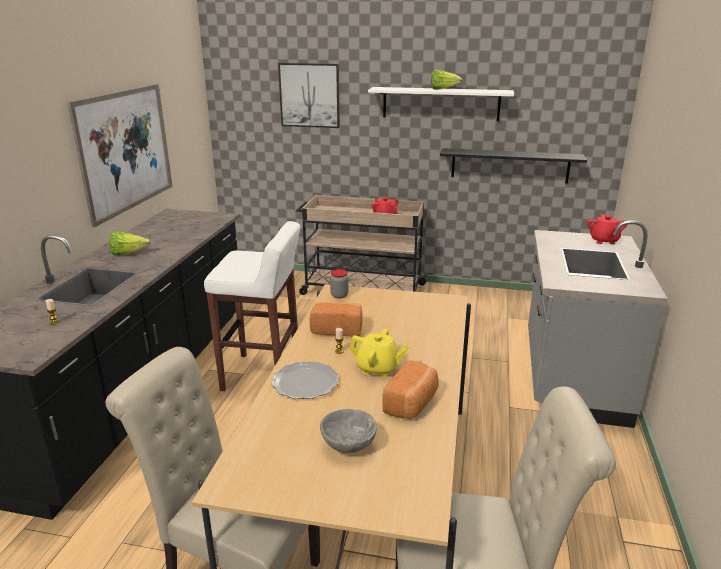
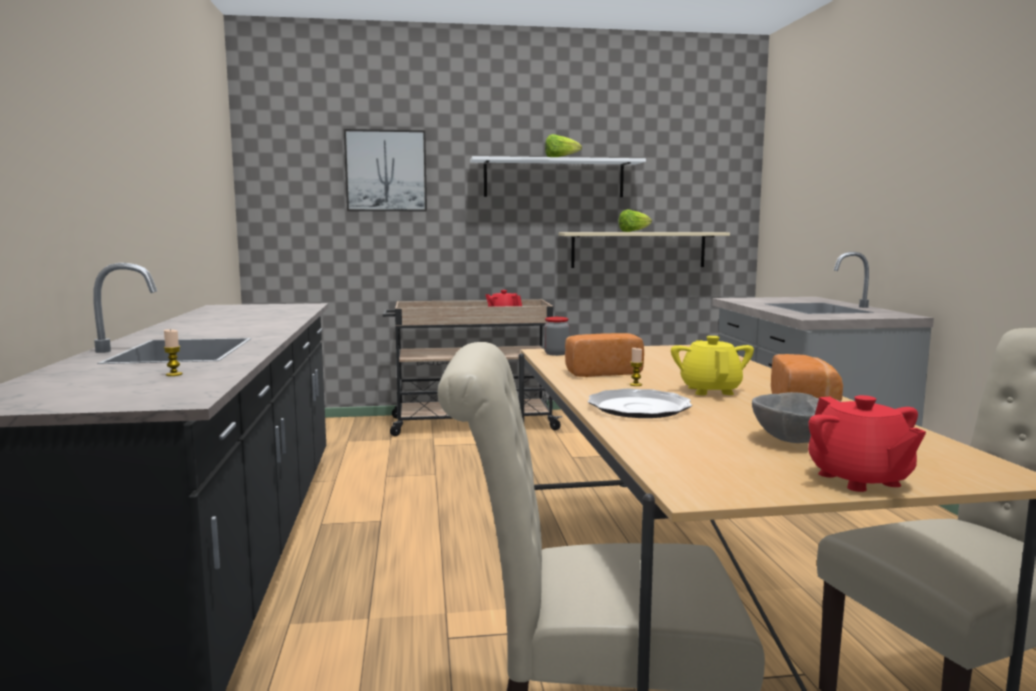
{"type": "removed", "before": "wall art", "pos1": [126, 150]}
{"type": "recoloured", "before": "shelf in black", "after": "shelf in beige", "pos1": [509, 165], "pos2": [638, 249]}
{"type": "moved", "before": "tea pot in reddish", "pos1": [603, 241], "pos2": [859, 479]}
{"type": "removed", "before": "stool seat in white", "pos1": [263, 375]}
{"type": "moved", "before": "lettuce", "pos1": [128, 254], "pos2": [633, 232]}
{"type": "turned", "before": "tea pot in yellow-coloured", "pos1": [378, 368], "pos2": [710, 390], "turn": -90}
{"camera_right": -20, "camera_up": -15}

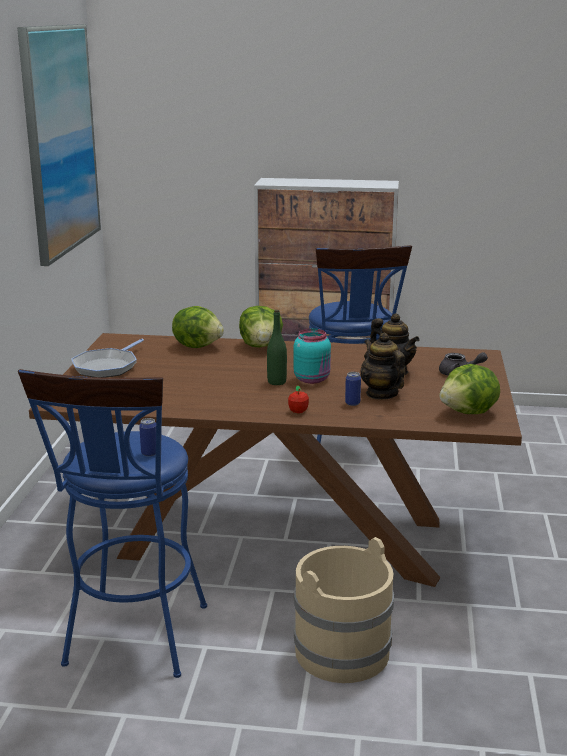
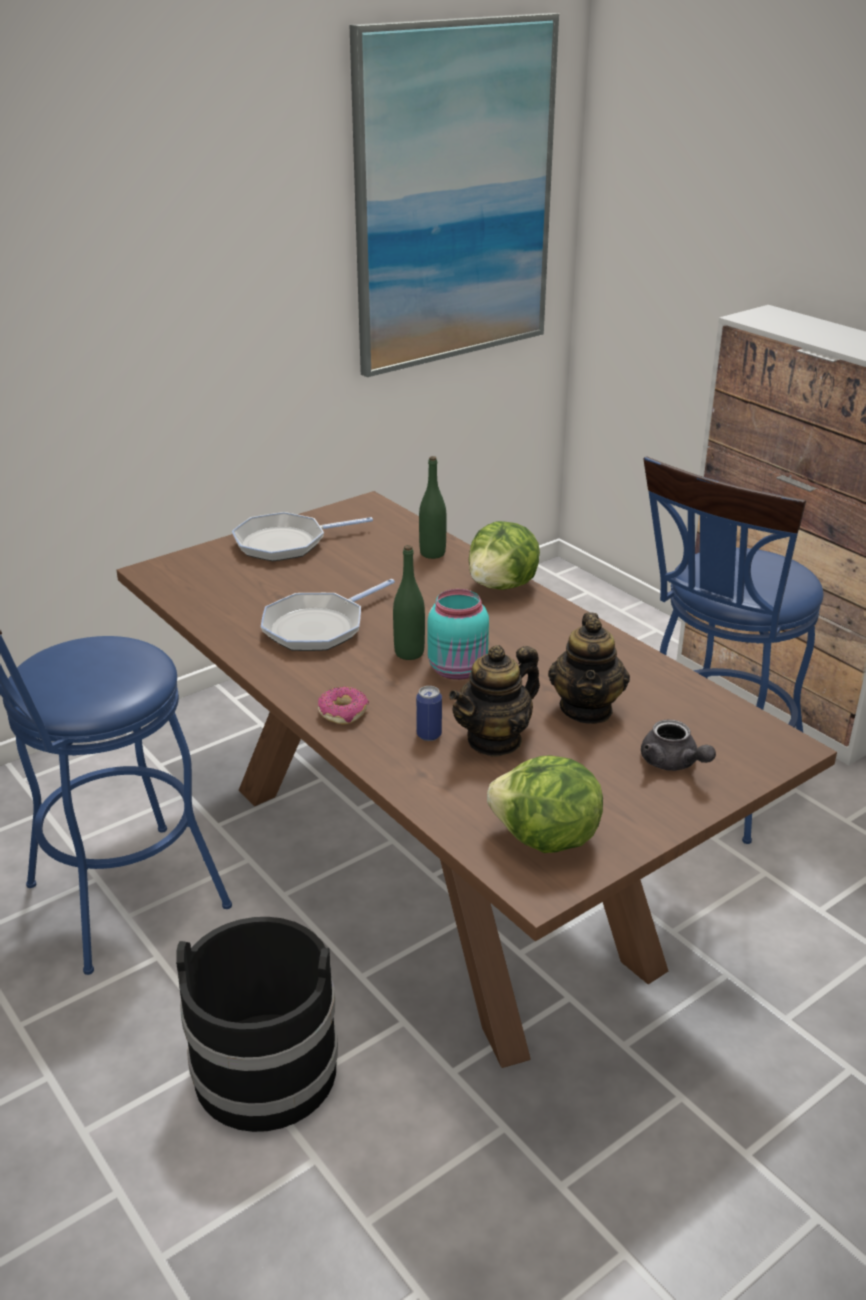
{"type": "replaced", "before": "lettuce", "after": "drink bottle in green-coloured", "pos1": [198, 346], "pos2": [432, 553]}
{"type": "turned", "before": "tea pot", "pos1": [381, 394], "pos2": [494, 740], "turn": -150}
{"type": "replaced", "before": "apple", "after": "donut", "pos1": [298, 411], "pos2": [343, 712]}
{"type": "removed", "before": "can", "pos1": [149, 453]}
{"type": "recoloured", "before": "water bucket in beige", "after": "water bucket in black", "pos1": [342, 651], "pos2": [267, 1070]}
{"type": "added", "after": "pan", "pos2": [318, 627]}
{"camera_right": 45, "camera_up": 10}

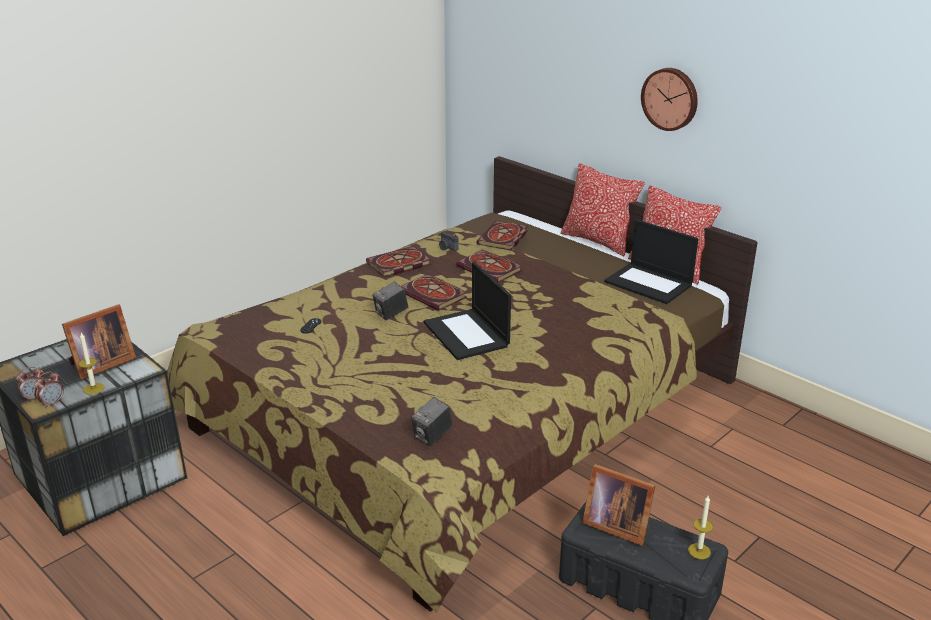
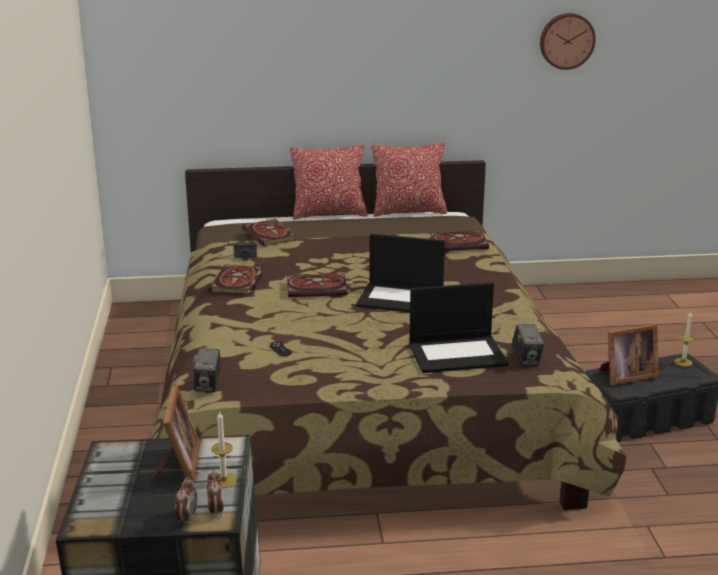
{"type": "moved", "before": "wall clock", "pos1": [670, 98], "pos2": [566, 40]}
{"type": "moved", "before": "laptop", "pos1": [649, 283], "pos2": [458, 354]}
{"type": "moved", "before": "bound book", "pos1": [491, 269], "pos2": [459, 243]}
{"type": "moved", "before": "still camera", "pos1": [391, 314], "pos2": [208, 386]}
{"camera_right": -50, "camera_up": -5}

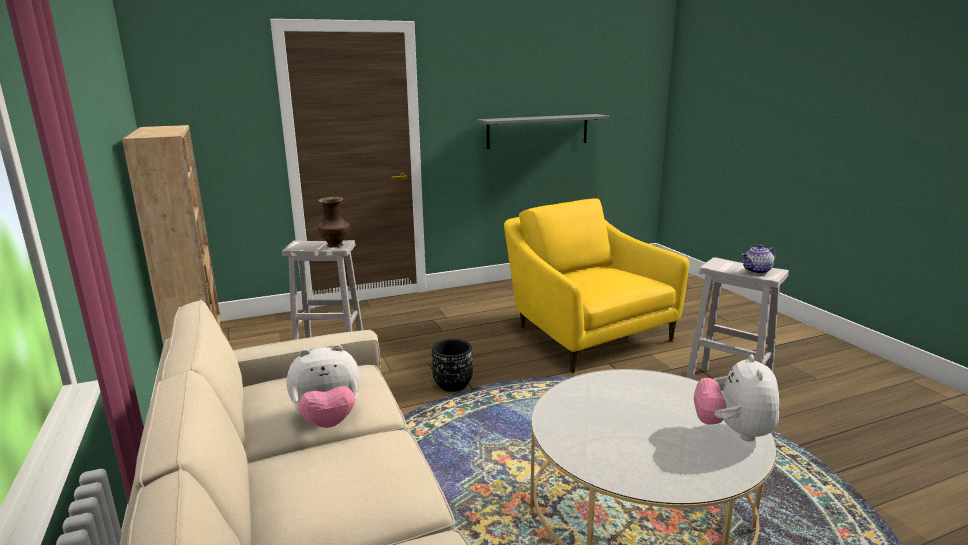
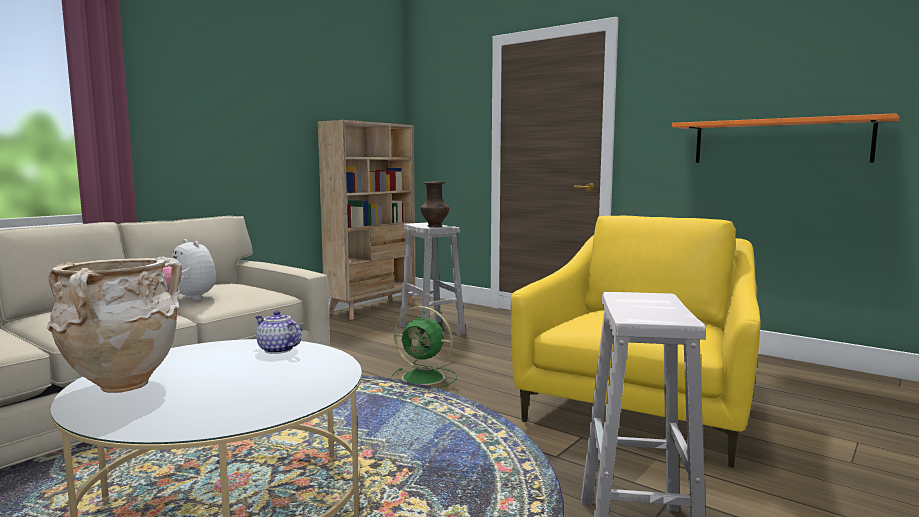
{"type": "recoloured", "before": "shelf in gray", "after": "shelf in orangey", "pos1": [538, 131], "pos2": [779, 141]}
{"type": "moved", "before": "tea pot", "pos1": [757, 271], "pos2": [277, 350]}
{"type": "replaced", "before": "planter in black", "after": "electric fan in green-coloured", "pos1": [453, 384], "pos2": [425, 378]}
{"type": "removed", "before": "cuddly toy", "pos1": [733, 432]}
{"type": "added", "after": "decorative vase in beige", "pos2": [121, 387]}
{"camera_right": 60, "camera_up": -10}

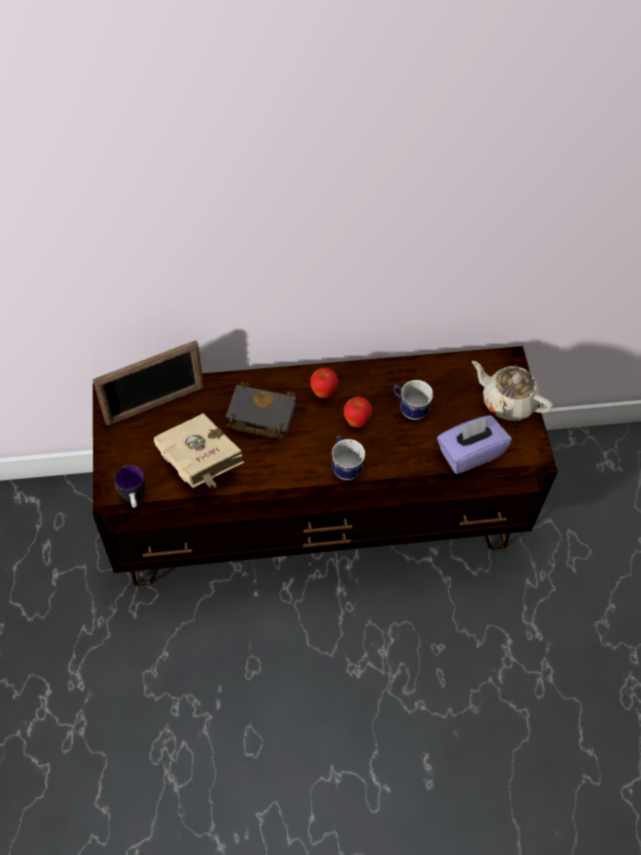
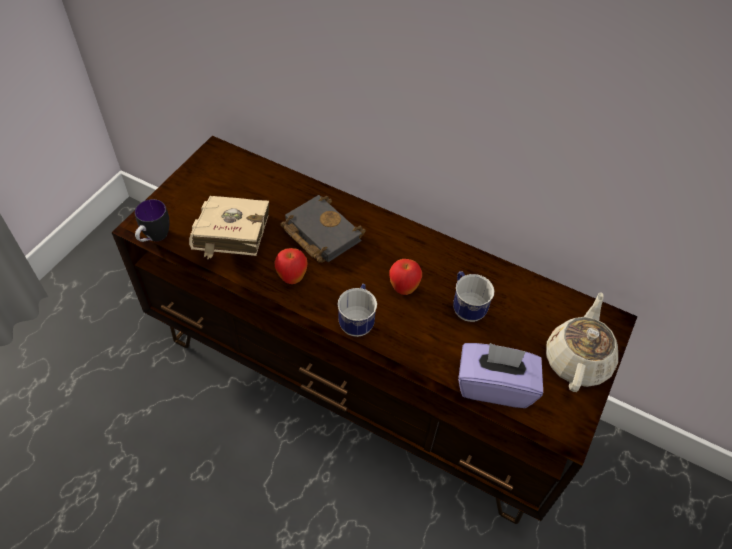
{"type": "removed", "before": "photo frame", "pos1": [155, 405]}
{"type": "turned", "before": "tea pot in beige", "pos1": [507, 401], "pos2": [577, 359], "turn": 45}
{"type": "moved", "before": "apple", "pos1": [323, 393], "pos2": [292, 278]}
{"camera_right": 35, "camera_up": -5}

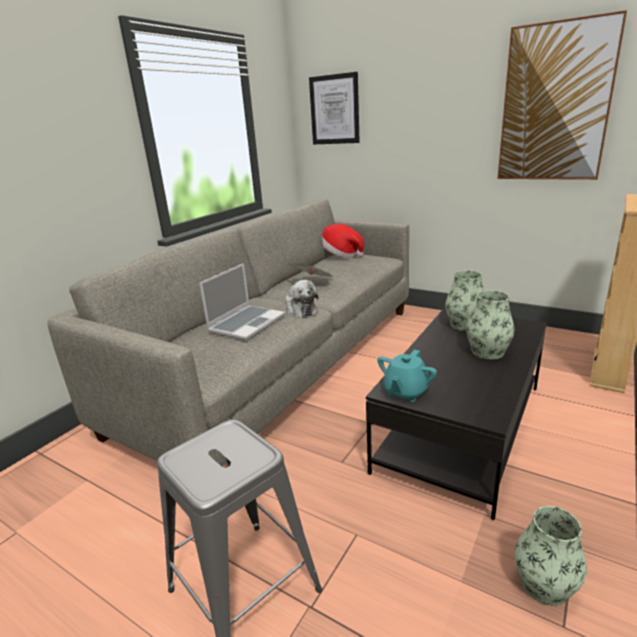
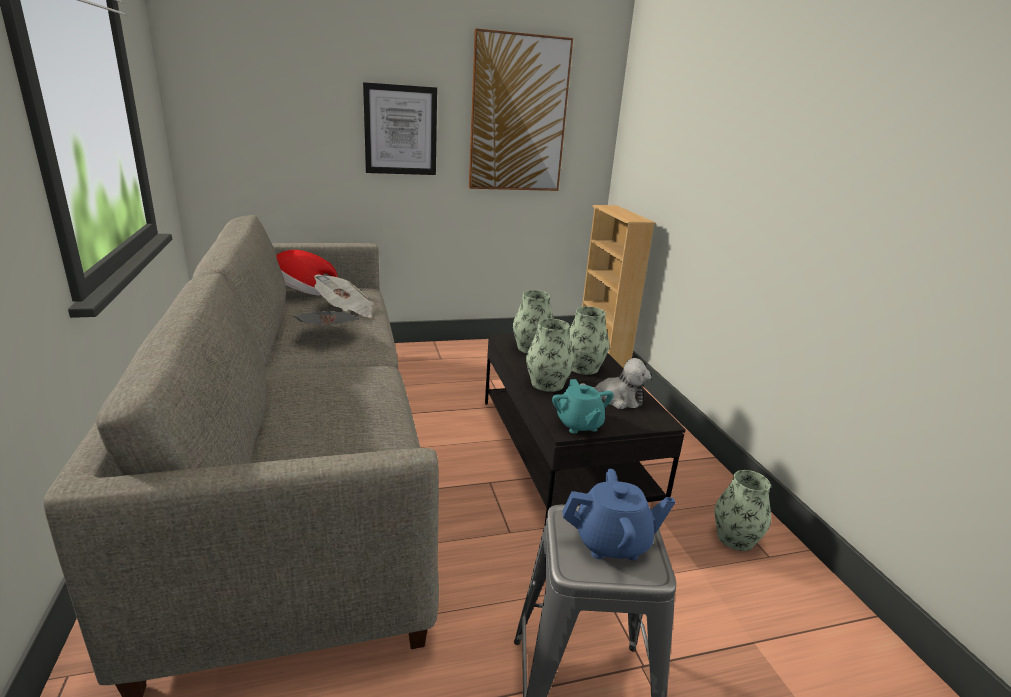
{"type": "moved", "before": "wall art", "pos1": [334, 110], "pos2": [400, 130]}
{"type": "removed", "before": "laptop", "pos1": [247, 323]}
{"type": "moved", "before": "cuddly toy", "pos1": [300, 310], "pos2": [616, 398]}
{"type": "added", "after": "daily paper", "pos2": [346, 311]}
{"type": "added", "after": "decorative vase", "pos2": [547, 384]}
{"type": "added", "after": "tea pot in blue-coloured", "pos2": [612, 543]}
{"camera_right": -50, "camera_up": 0}

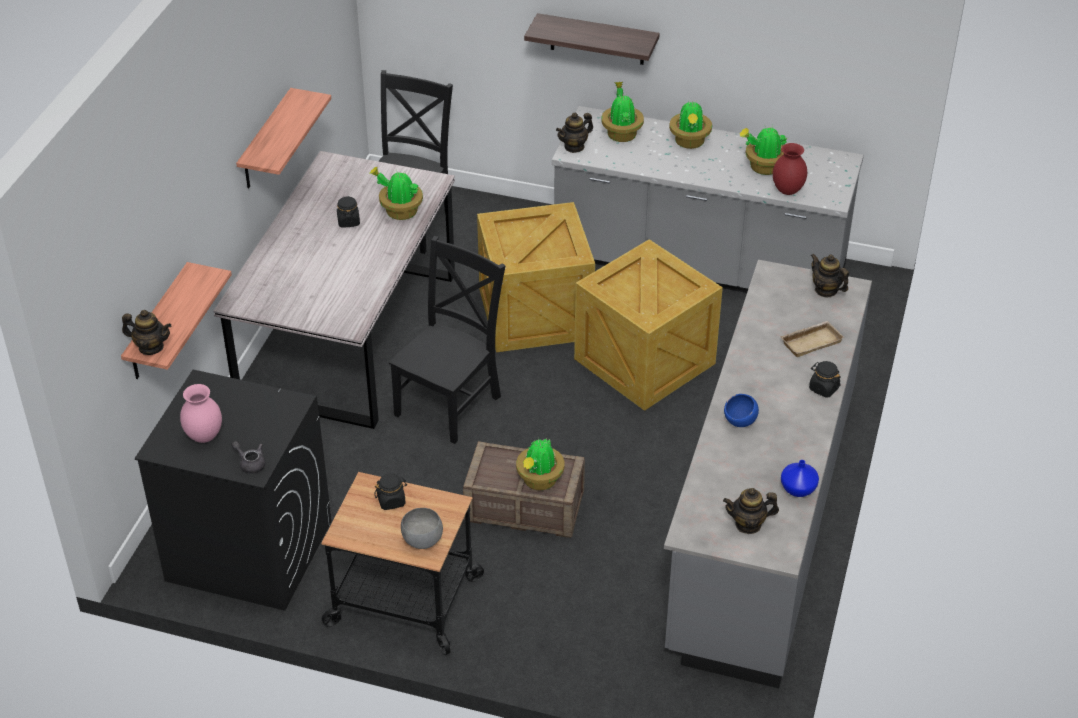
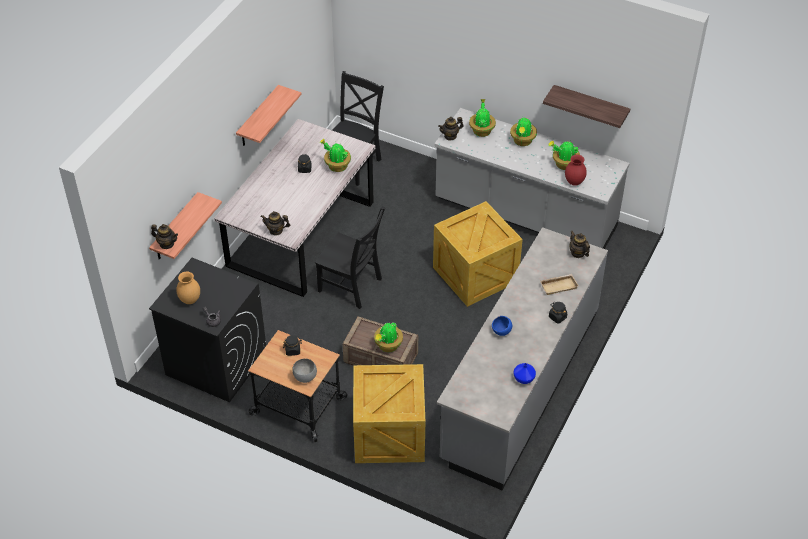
{"type": "moved", "before": "shelf", "pos1": [597, 39], "pos2": [590, 106]}
{"type": "moved", "before": "packing crate", "pos1": [534, 315], "pos2": [388, 435]}
{"type": "turned", "before": "plain chair in black", "pos1": [450, 403], "pos2": [352, 286], "turn": 75}
{"type": "recoloured", "before": "decorative vase in pinkish", "after": "decorative vase in brown-coloured", "pos1": [205, 436], "pos2": [190, 300]}
{"type": "moved", "before": "tea pot", "pos1": [748, 524], "pos2": [276, 230]}
{"camera_right": 10, "camera_up": 5}

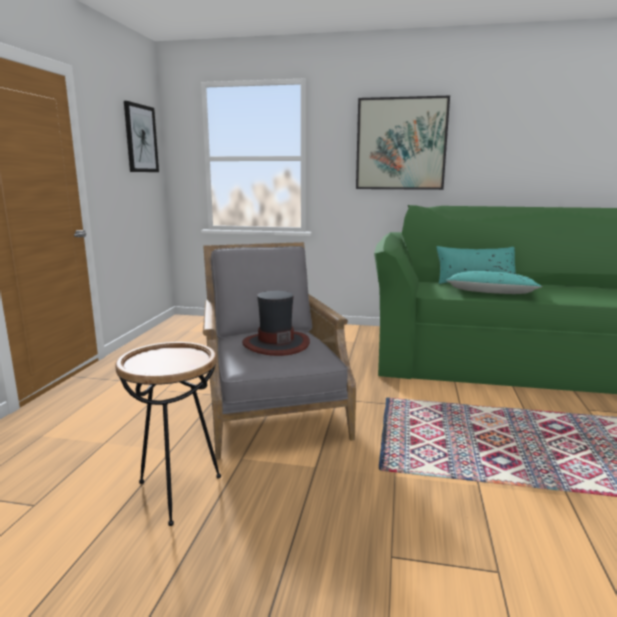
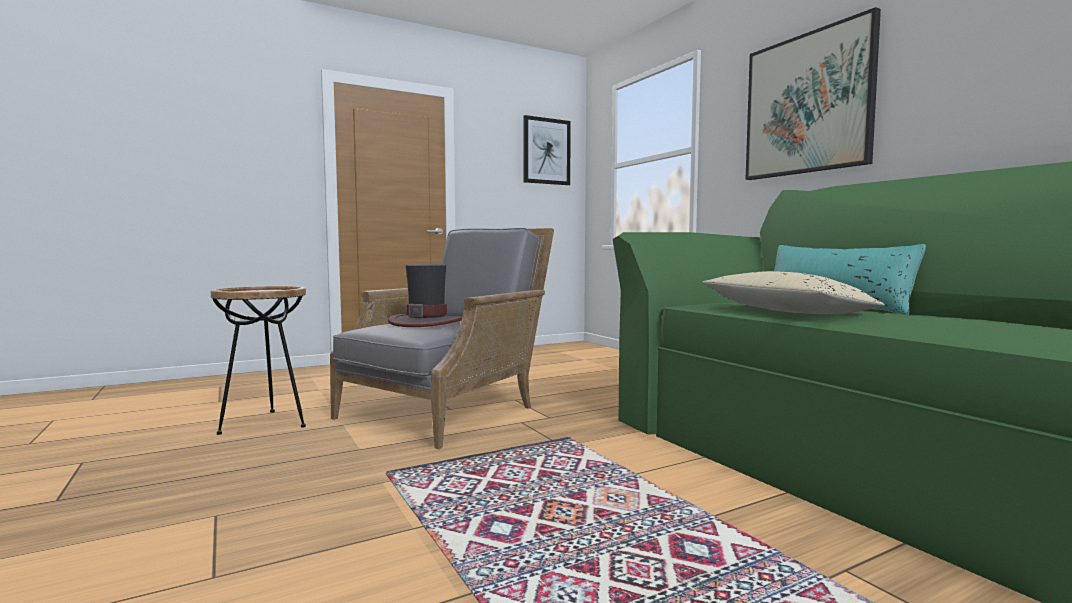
{"type": "recoloured", "before": "throw pillow in turquoise-coloured", "after": "throw pillow in beige", "pos1": [490, 293], "pos2": [783, 312]}
{"camera_right": 50, "camera_up": -10}

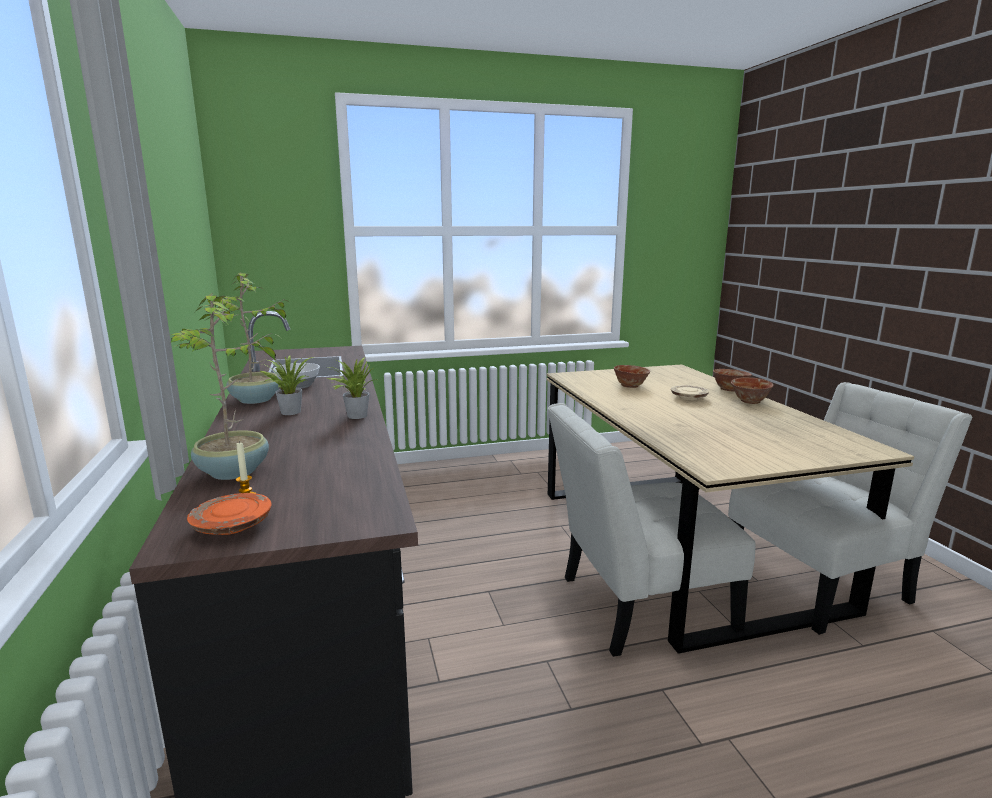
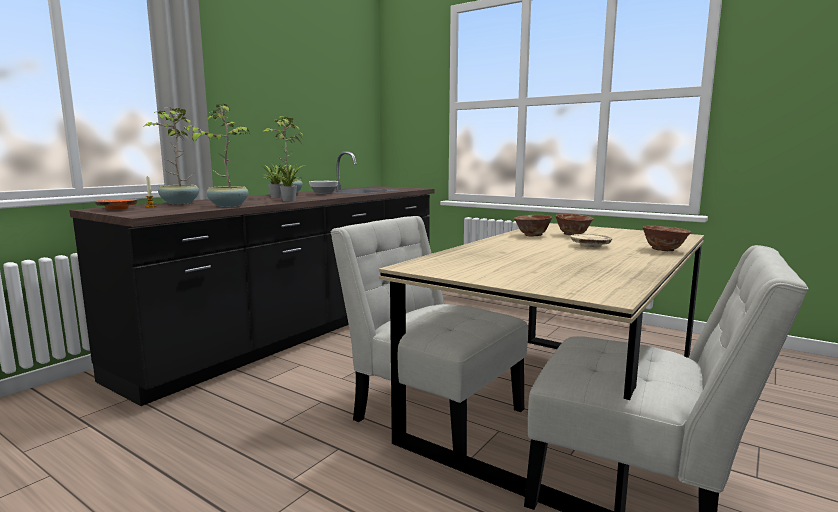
{"type": "moved", "before": "deep dish", "pos1": [750, 401], "pos2": [532, 235]}
{"type": "added", "after": "houseplant", "pos2": [228, 205]}
{"camera_right": 50, "camera_up": -5}

